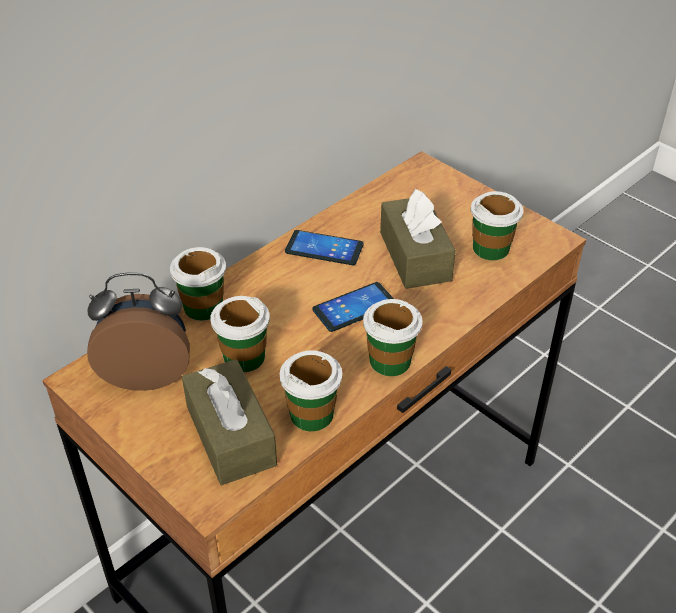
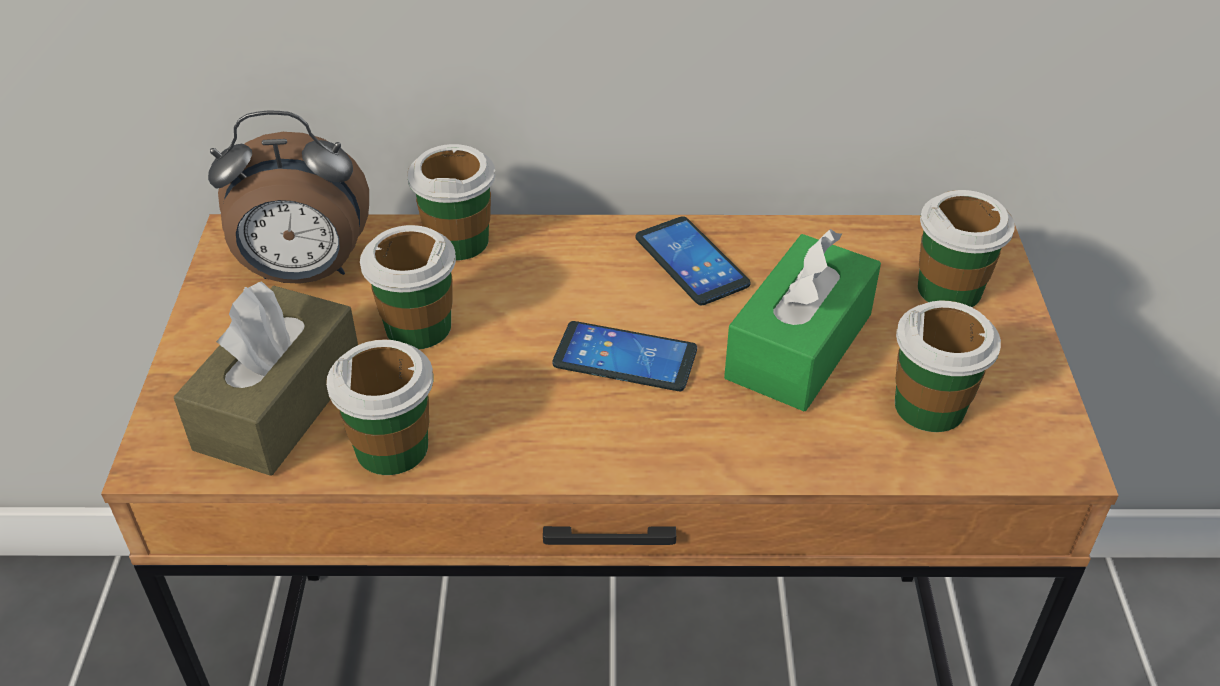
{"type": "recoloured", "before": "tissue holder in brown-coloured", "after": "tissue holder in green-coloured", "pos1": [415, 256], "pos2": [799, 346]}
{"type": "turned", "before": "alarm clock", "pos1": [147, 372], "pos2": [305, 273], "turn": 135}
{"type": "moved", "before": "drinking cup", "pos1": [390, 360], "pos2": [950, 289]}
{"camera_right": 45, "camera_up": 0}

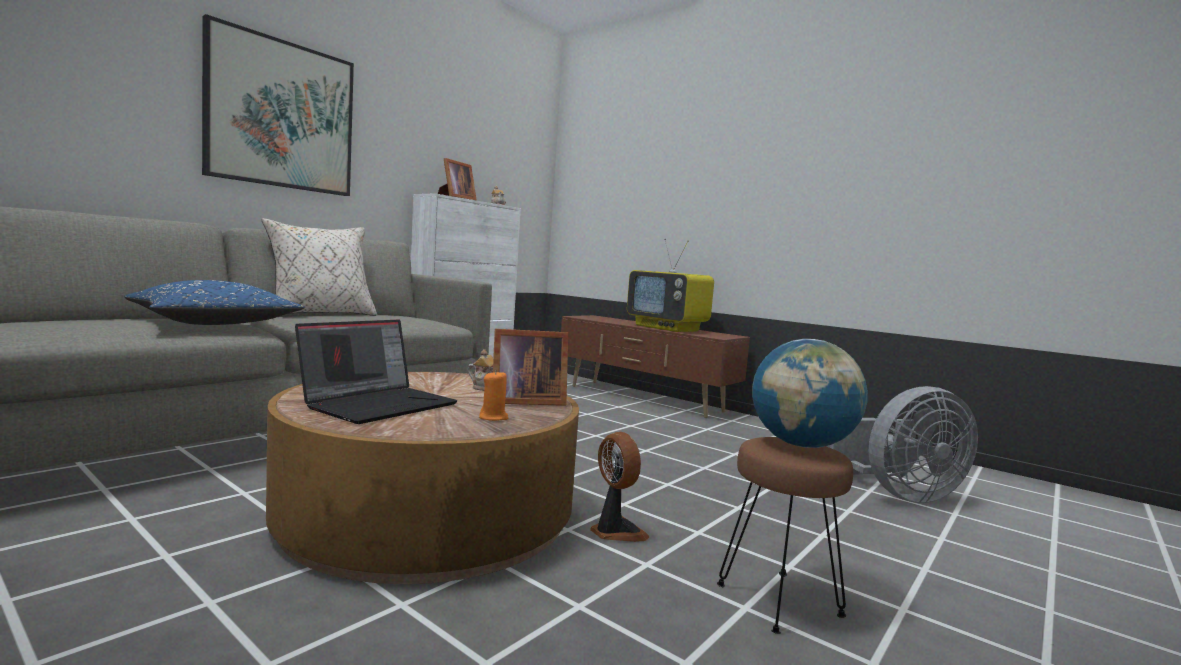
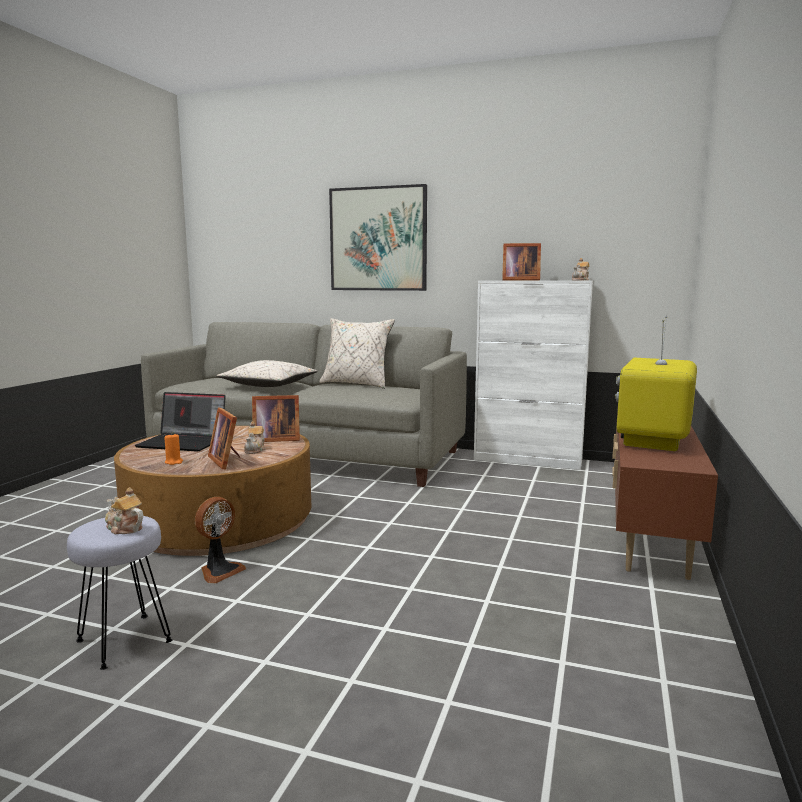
{"type": "recoloured", "before": "throw pillow in blue-coloured", "after": "throw pillow in beige", "pos1": [214, 323], "pos2": [269, 386]}
{"type": "replaced", "before": "desk globe", "after": "tea pot", "pos1": [802, 445], "pos2": [124, 528]}
{"type": "removed", "before": "electric fan in gray", "pos1": [900, 495]}
{"type": "recoloured", "before": "stool seat in brown-coloured", "after": "stool seat in gray", "pos1": [777, 600], "pos2": [124, 640]}
{"type": "added", "after": "photo frame", "pos2": [275, 439]}
{"camera_right": 70, "camera_up": 5}

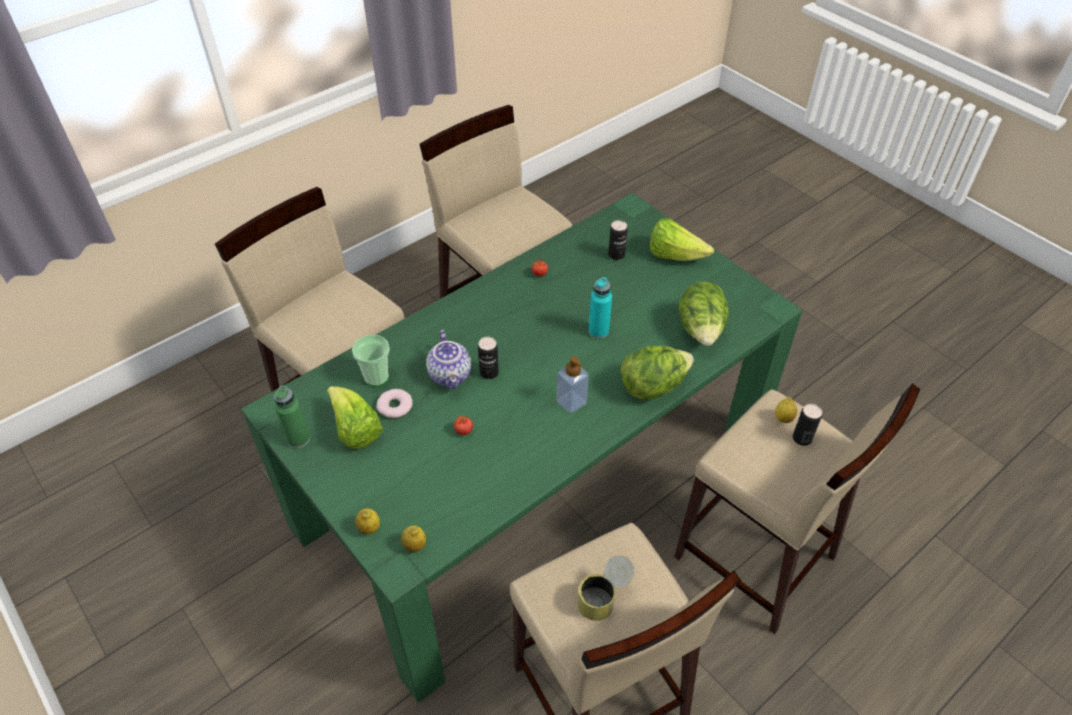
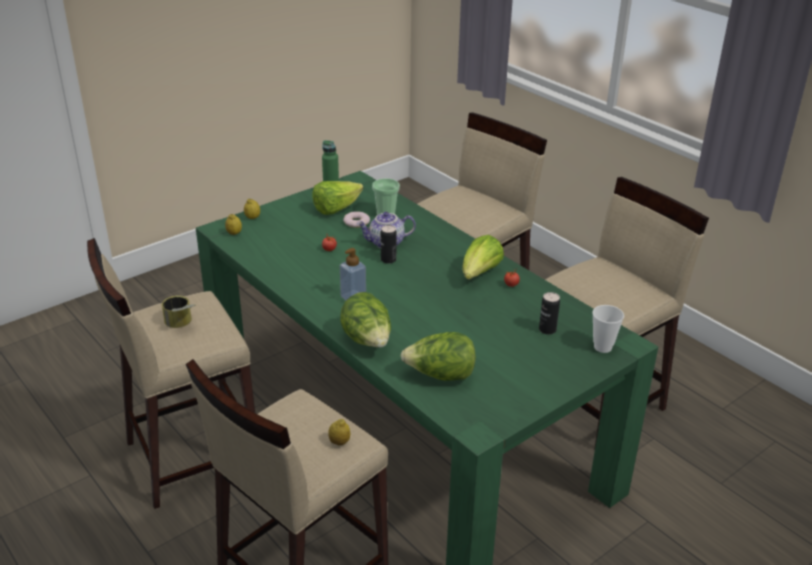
{"type": "moved", "before": "lettuce", "pos1": [674, 255], "pos2": [479, 274]}
{"type": "removed", "before": "drink bottle in turquoise-coloured", "pos1": [598, 331]}
{"type": "removed", "before": "can", "pos1": [802, 438]}
{"type": "added", "after": "drinking cup", "pos2": [602, 347]}
{"camera_right": 90, "camera_up": -15}

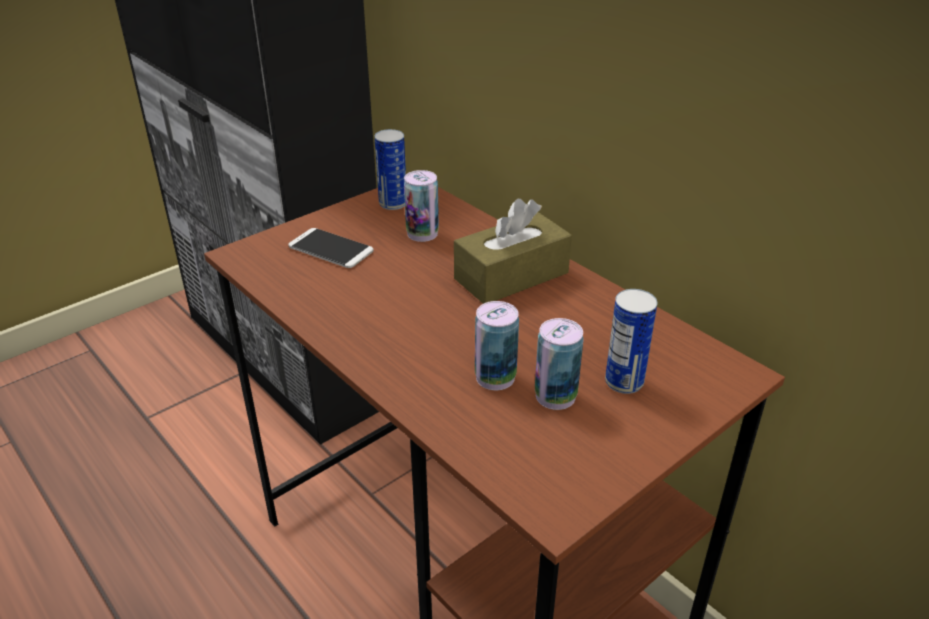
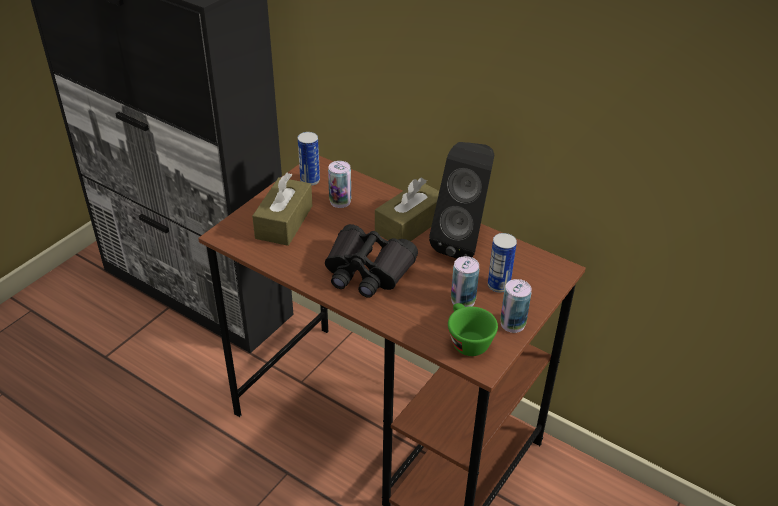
{"type": "replaced", "before": "phone", "after": "tissue holder in brown-coloured", "pos1": [331, 249], "pos2": [284, 222]}
{"type": "moved", "before": "can", "pos1": [495, 377], "pos2": [512, 324]}
{"type": "added", "after": "loudspeaker in black", "pos2": [463, 241]}
{"type": "added", "after": "pair of binoculars in black", "pos2": [367, 271]}
{"type": "added", "after": "drinking cup in green-coloured", "pos2": [466, 340]}
{"camera_right": -15, "camera_up": 5}

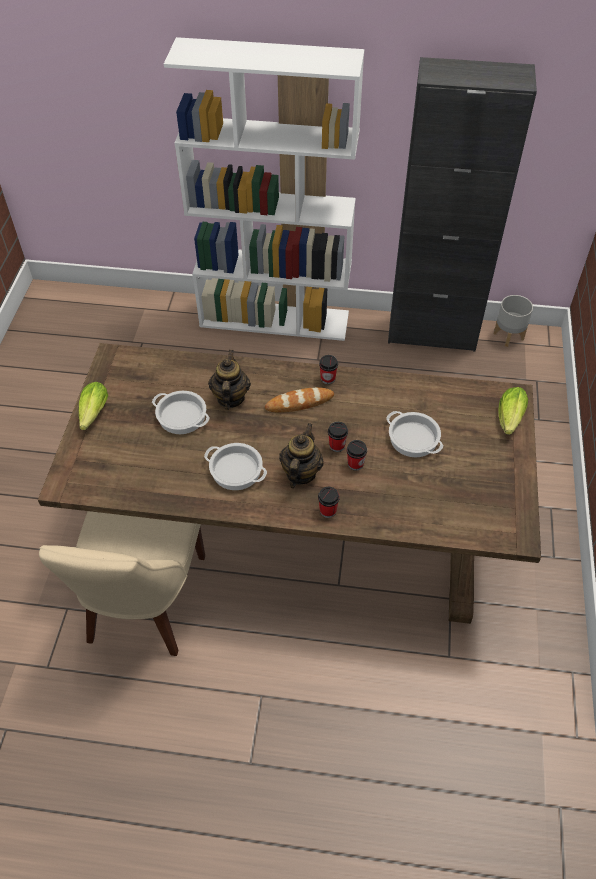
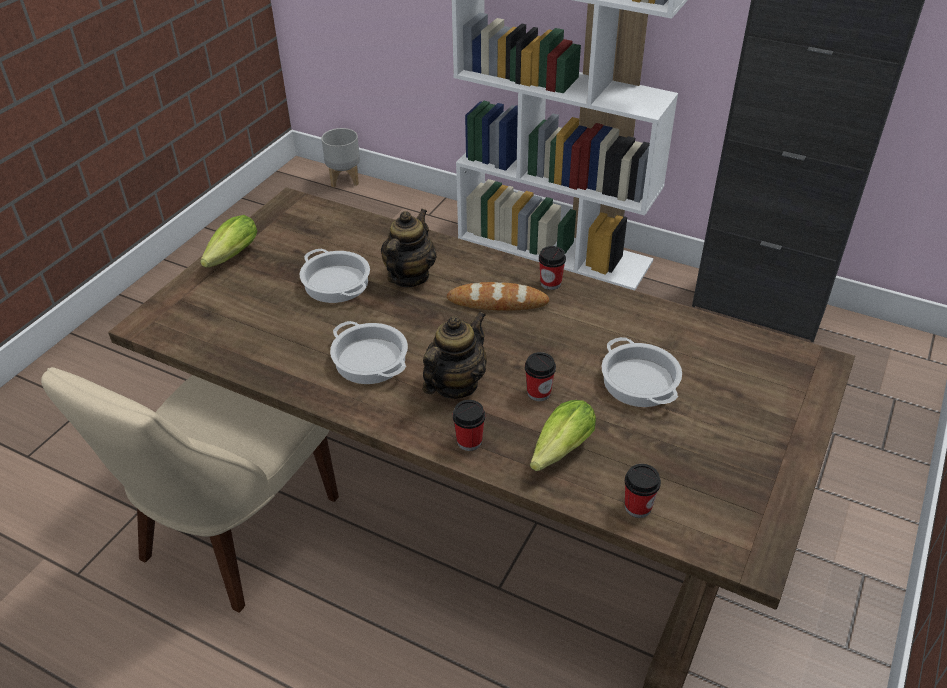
{"type": "moved", "before": "planter in gray", "pos1": [509, 336], "pos2": [345, 179]}
{"type": "moved", "before": "lettuce", "pos1": [509, 420], "pos2": [558, 452]}
{"type": "moved", "before": "drinking cup", "pos1": [337, 446], "pos2": [638, 507]}
{"camera_right": 20, "camera_up": -10}

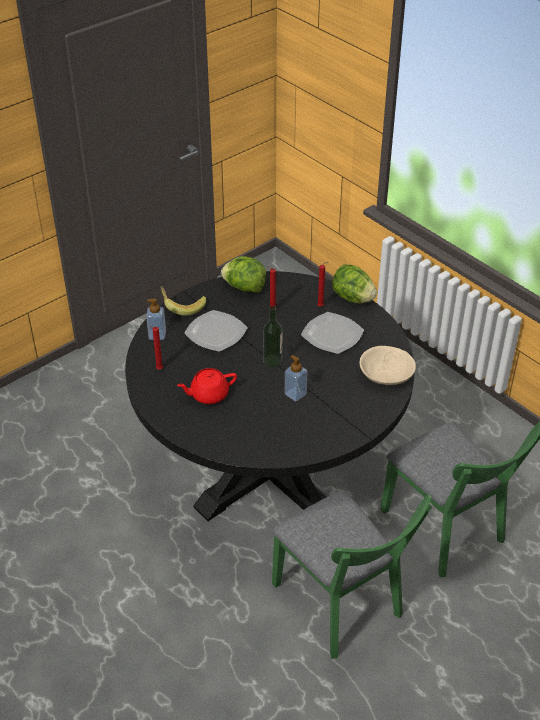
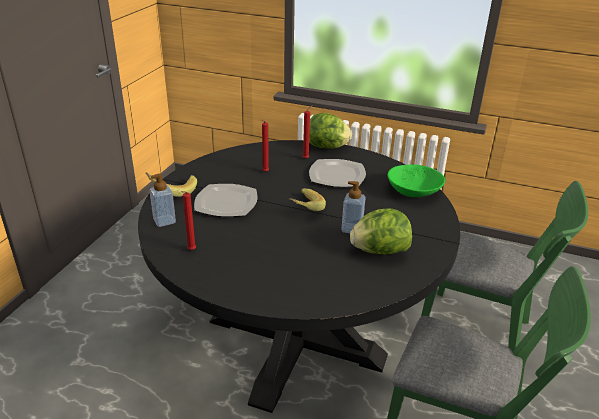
{"type": "moved", "before": "lettuce", "pos1": [244, 288], "pos2": [379, 251]}
{"type": "replaced", "before": "drink bottle", "after": "banana", "pos1": [272, 360], "pos2": [303, 209]}
{"type": "recoloured", "before": "deep dish in beige", "after": "deep dish in green-coloured", "pos1": [386, 375], "pos2": [414, 191]}
{"type": "removed", "before": "tea pot in reddish", "pos1": [208, 394]}
{"camera_right": -30, "camera_up": -10}

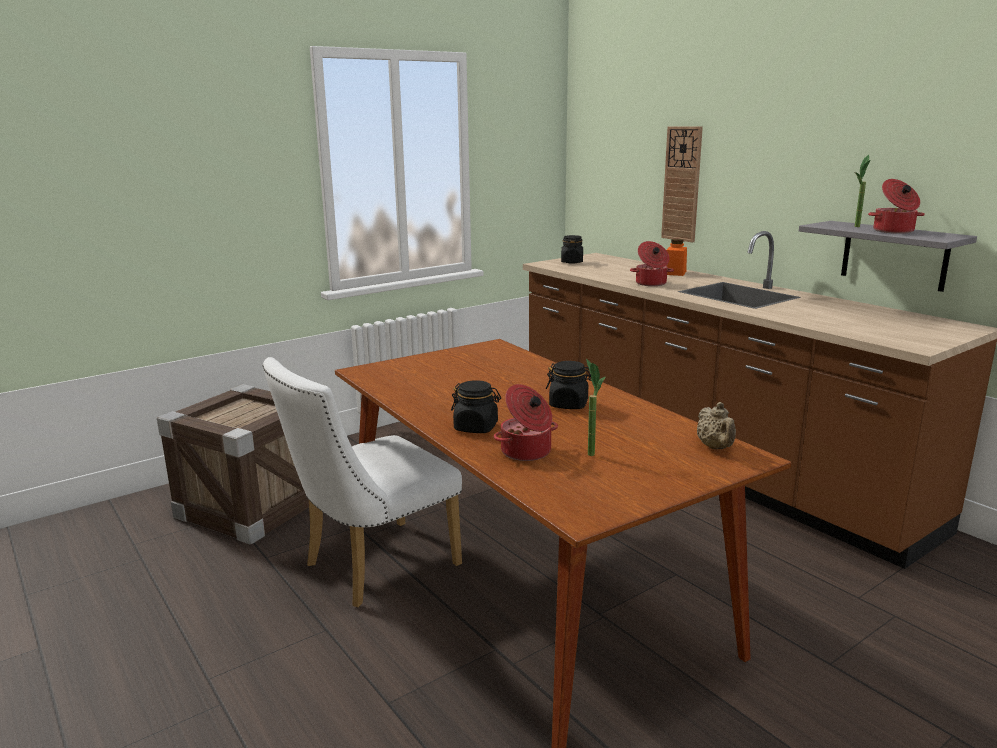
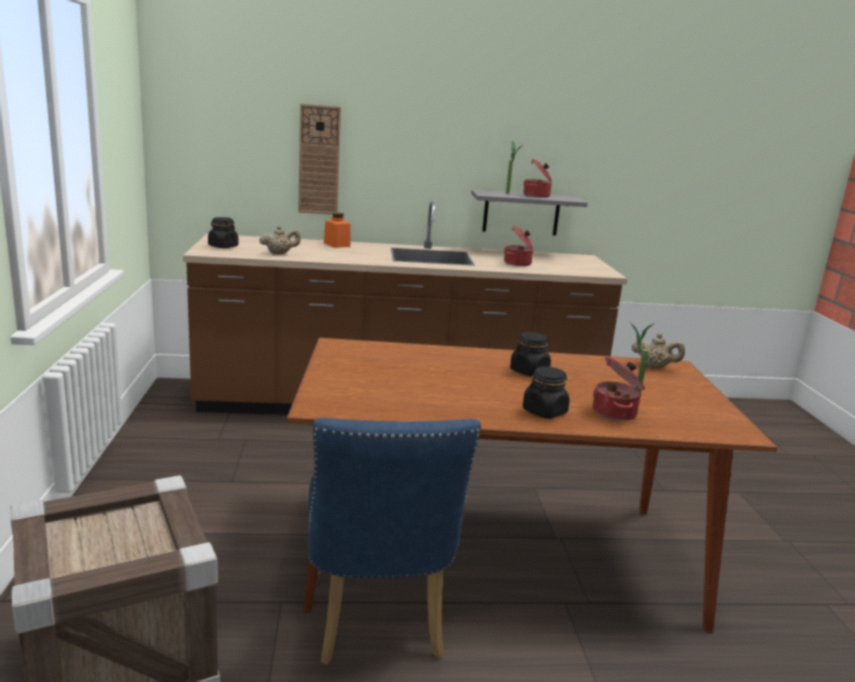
{"type": "moved", "before": "cooking pot", "pos1": [651, 283], "pos2": [518, 263]}
{"type": "recoloured", "before": "plain chair in white", "after": "plain chair in blue-coloured", "pos1": [371, 567], "pos2": [376, 622]}
{"type": "added", "after": "tea pot in beige", "pos2": [279, 253]}
{"camera_right": -60, "camera_up": 0}

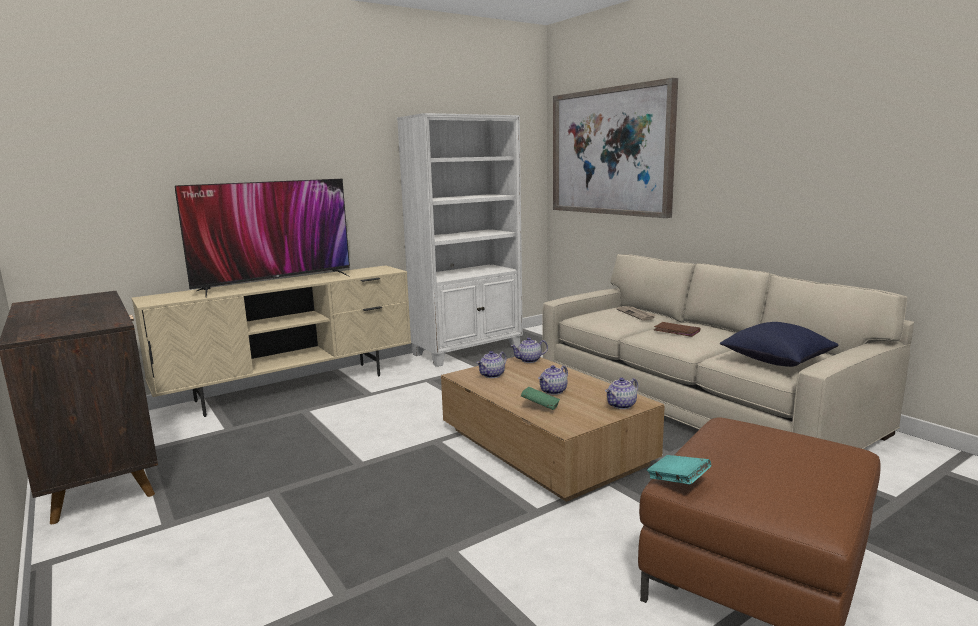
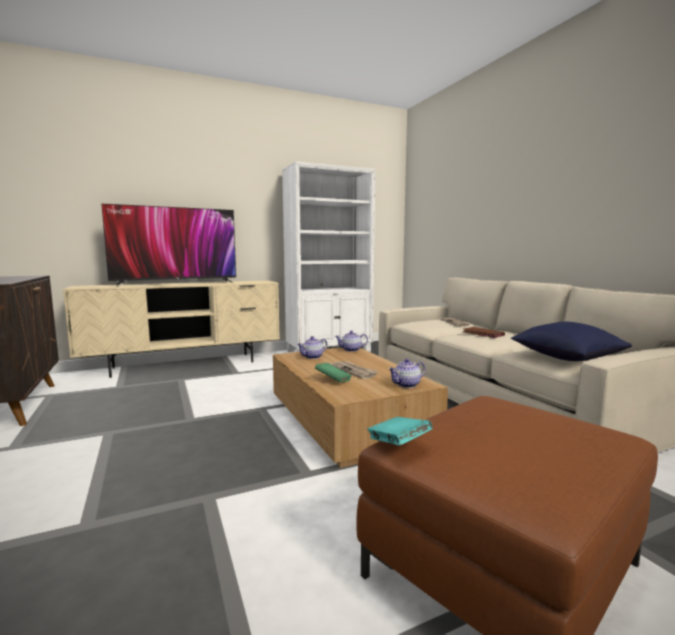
{"type": "removed", "before": "wall art", "pos1": [610, 152]}
{"type": "replaced", "before": "tea pot", "after": "daily paper", "pos1": [553, 391], "pos2": [354, 371]}
{"camera_right": 10, "camera_up": -5}

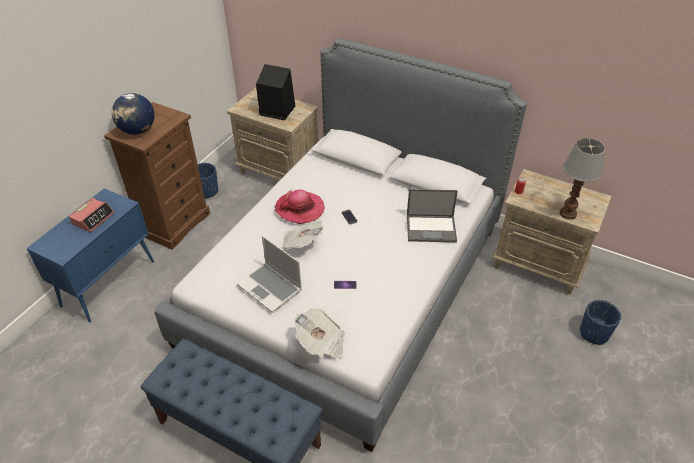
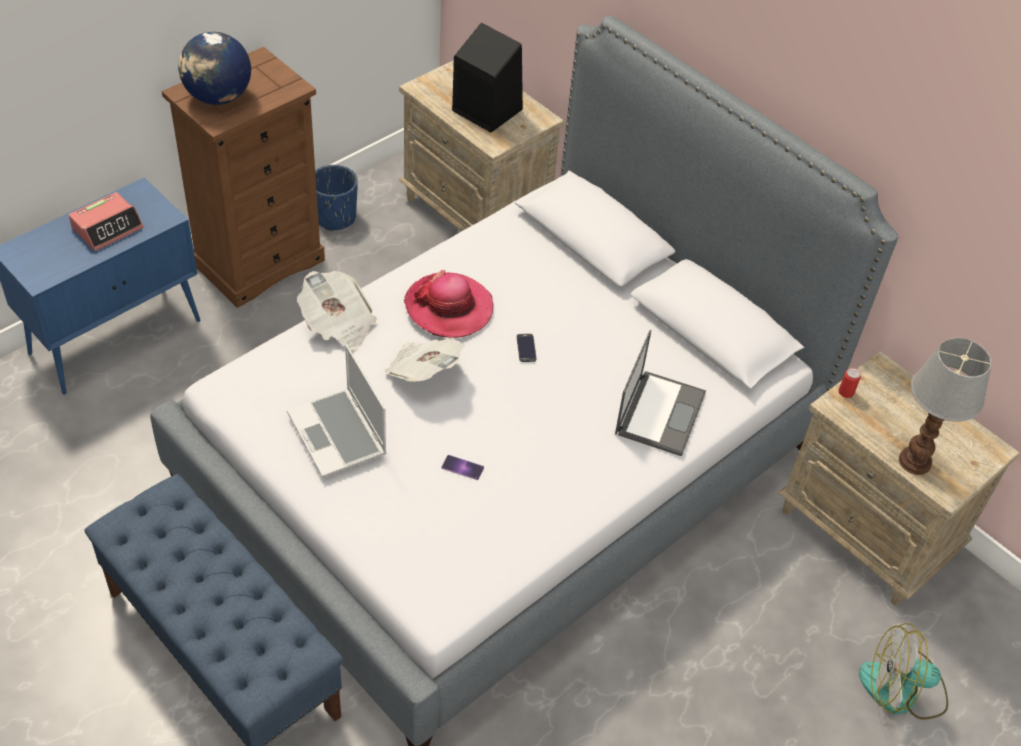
{"type": "turned", "before": "laptop", "pos1": [431, 228], "pos2": [660, 412], "turn": -90}
{"type": "replaced", "before": "planter in blue-coloured", "after": "electric fan", "pos1": [594, 333], "pos2": [902, 691]}
{"type": "moved", "before": "daily paper", "pos1": [321, 343], "pos2": [338, 324]}
{"camera_right": 15, "camera_up": 5}

